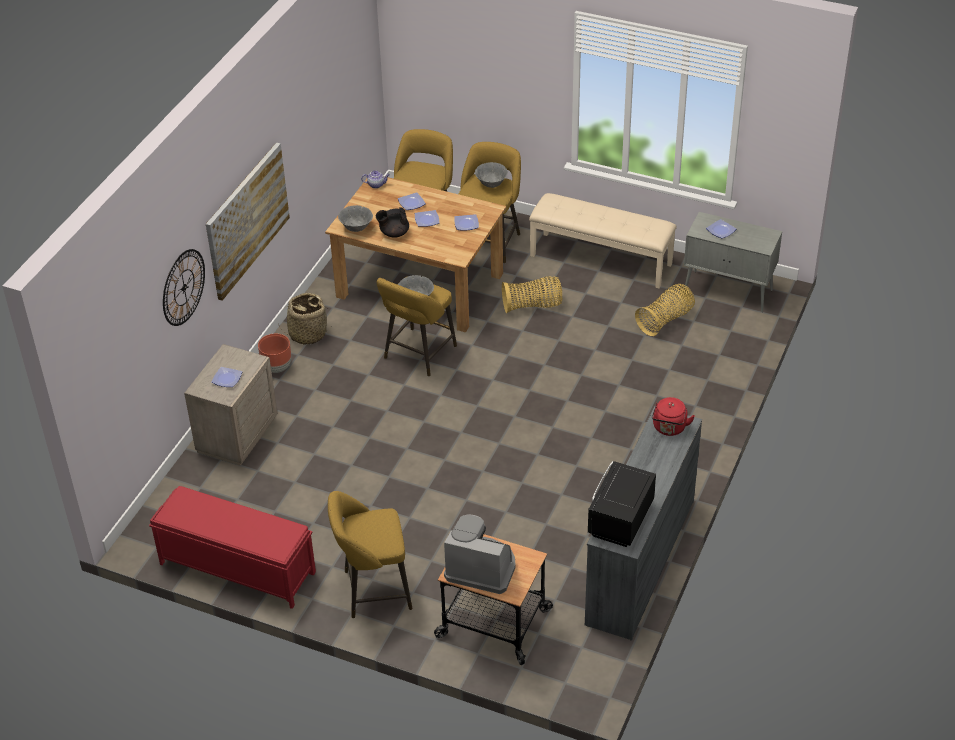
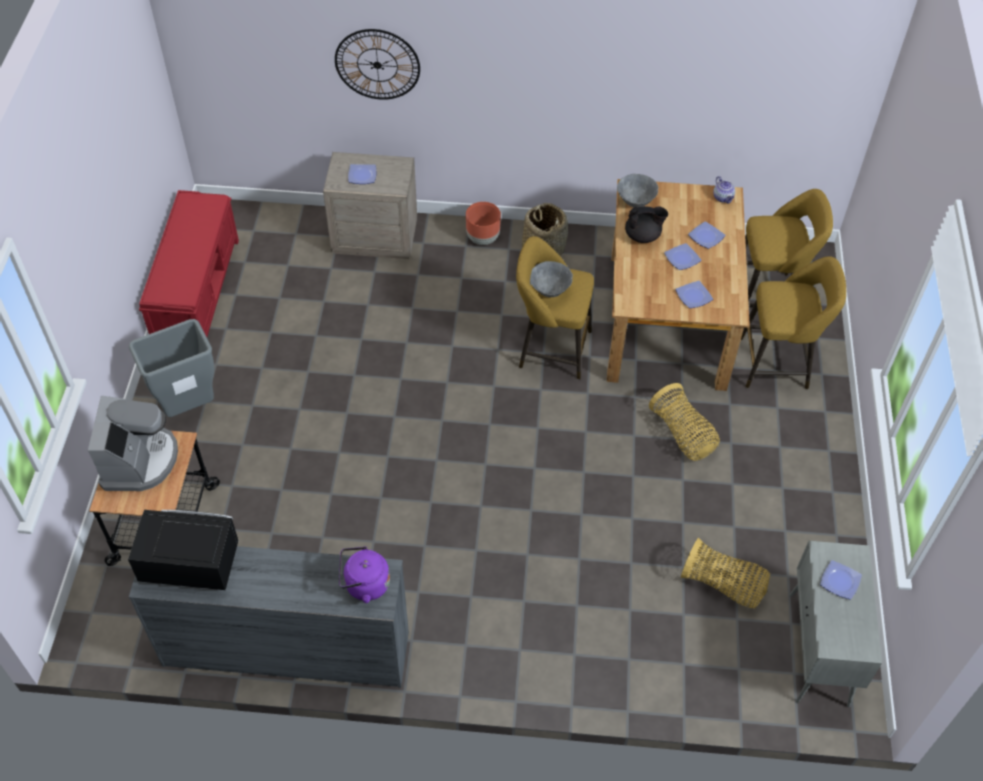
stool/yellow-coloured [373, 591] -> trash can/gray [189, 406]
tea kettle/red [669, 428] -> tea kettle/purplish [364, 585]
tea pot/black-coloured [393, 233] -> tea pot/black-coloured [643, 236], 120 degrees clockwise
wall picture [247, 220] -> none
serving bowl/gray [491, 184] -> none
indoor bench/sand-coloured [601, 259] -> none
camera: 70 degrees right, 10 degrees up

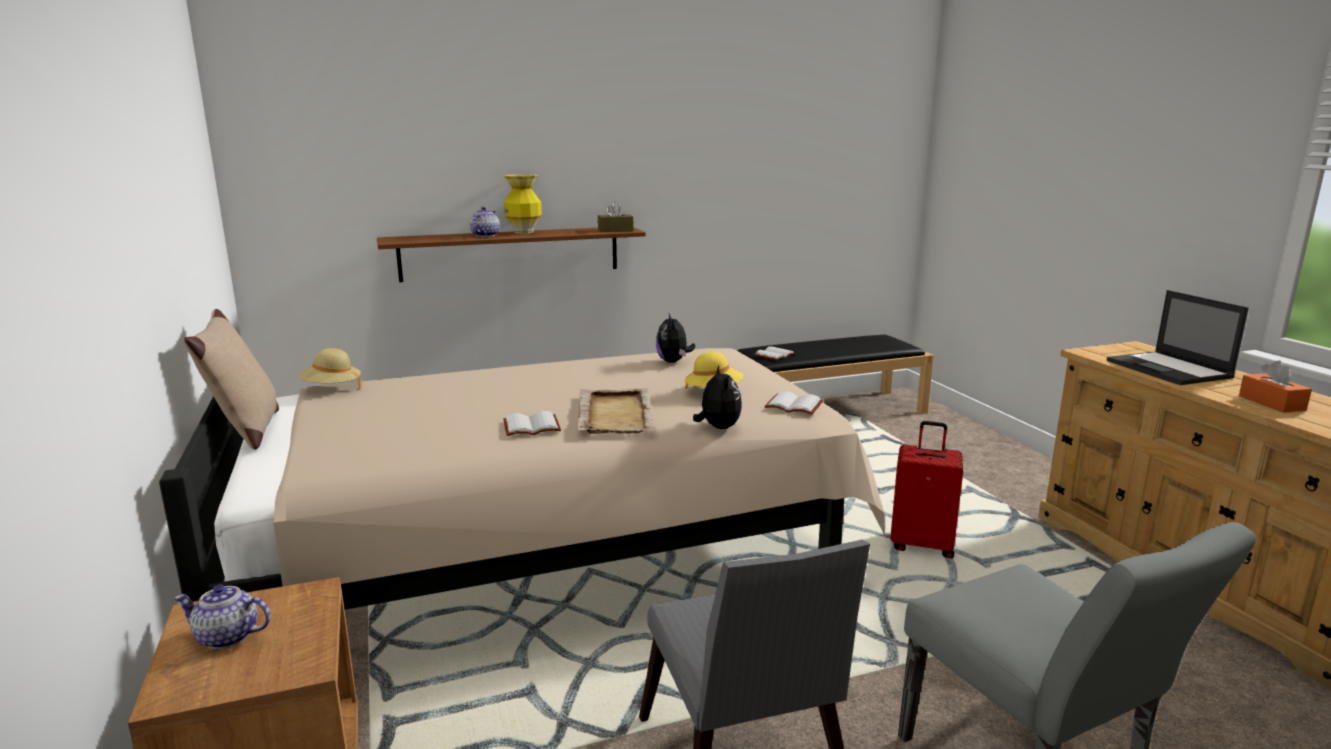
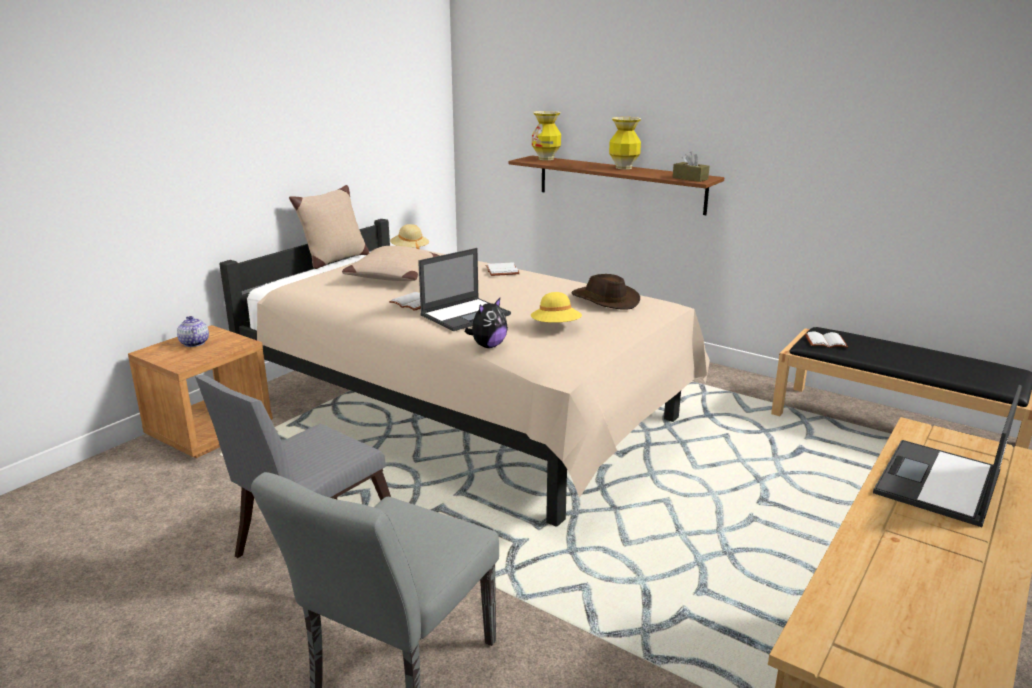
none -> throw pillow/sand-coloured [394, 275]
tray/sand-coloured [616, 414] -> laptop [466, 314]
book/white-coloured [795, 405] -> book/white-coloured [503, 271], shifted
none -> vase [546, 159]
cuddly toy [673, 361] -> wearable hat/brown [604, 300]
tea pot [484, 235] -> none
suitcase/red [922, 545] -> none
tissue box/orangey [1271, 403] -> none
camera: 55 degrees right, 5 degrees up

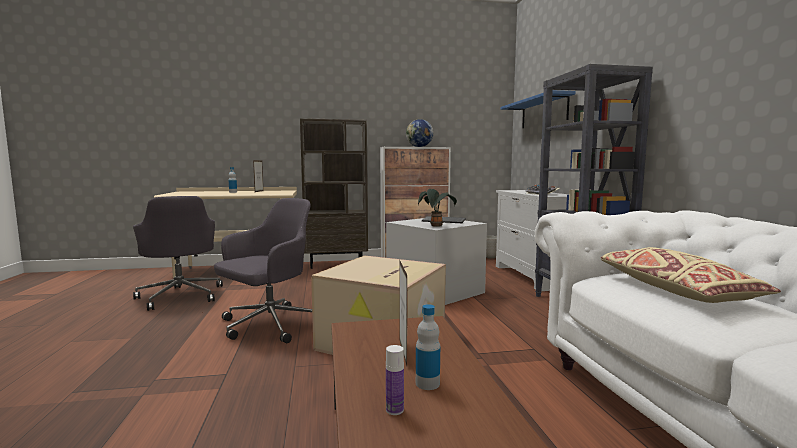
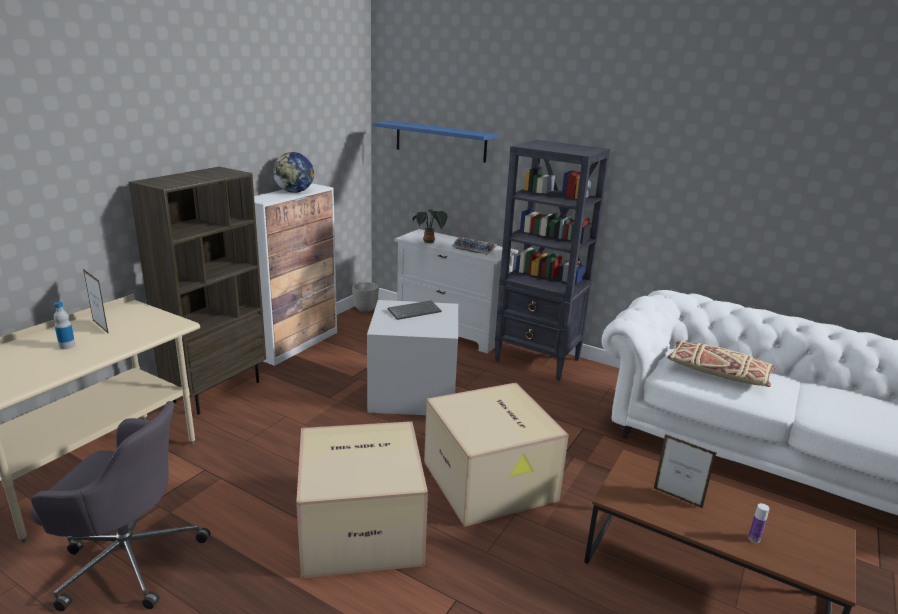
office chair/gray [269, 325] -> carton [362, 527]
potted plant [436, 226] -> potted plant [429, 242], shifted
bottle [427, 383] -> none
camera: 50 degrees left, 15 degrees up

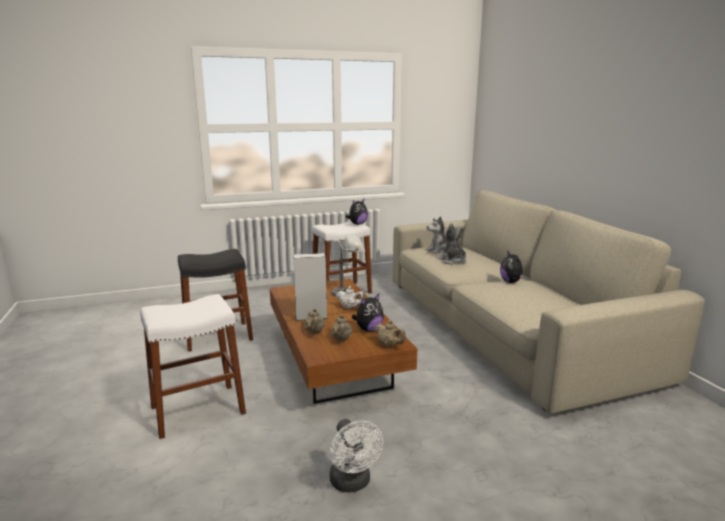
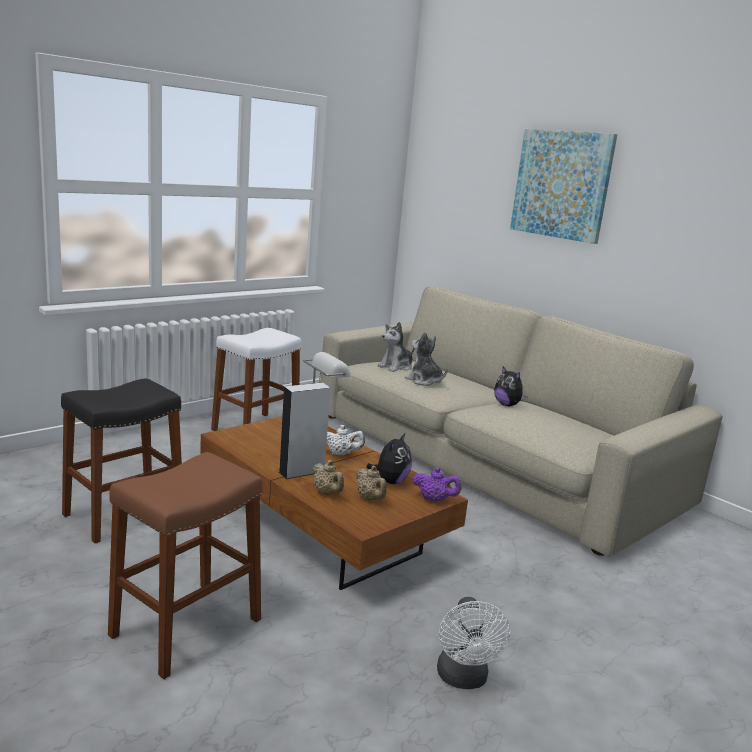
stool/white-coloured [198, 410] -> stool/brown [186, 627]
tea pot/sand-coloured [389, 345] -> tea pot/purplish [434, 499]
fan/white-coloured [352, 483] -> fan/white-coloured [463, 679], 45 degrees clockwise
none -> wall picture [562, 184]
cuddly toy [357, 224] -> none
camera: 25 degrees left, 0 degrees up

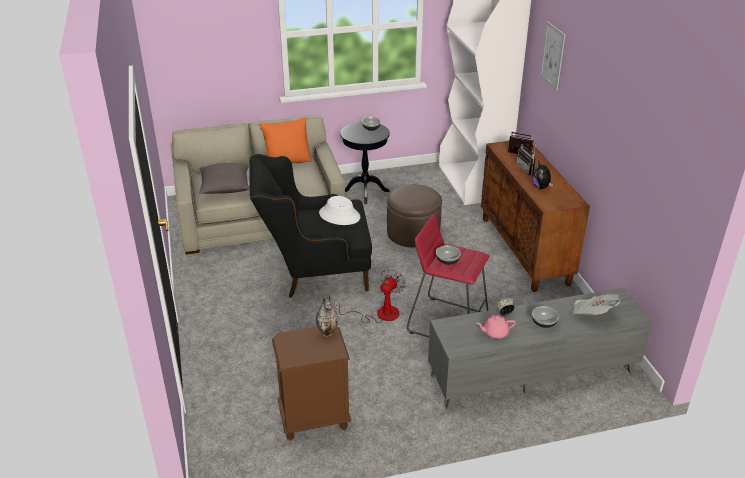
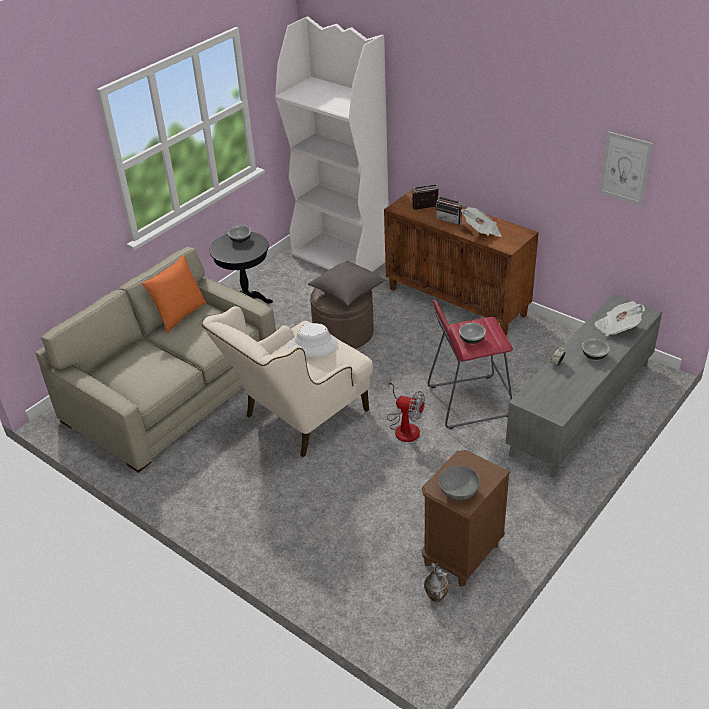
lounge chair/black-coloured [314, 272] -> lounge chair/sand-coloured [297, 420]
throw pillow/gray [225, 188] -> throw pillow/gray [347, 292], shifted
fan [379, 314] -> fan [404, 426], 120 degrees clockwise
vase [328, 332] -> vase [436, 596], shifted
none -> serving bowl/gray [458, 492]
cuddly toy [541, 187] -> printed paper [481, 232]
wall picture [552, 55] -> wall picture [625, 168], shifted
tea pot/pinkish [495, 333] -> none
camera: 35 degrees left, 5 degrees up

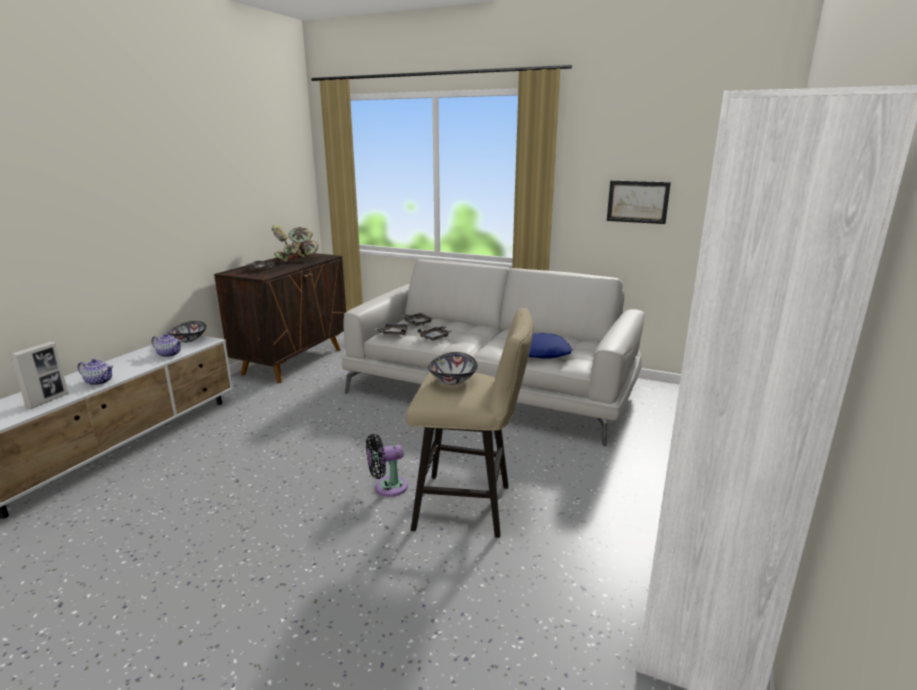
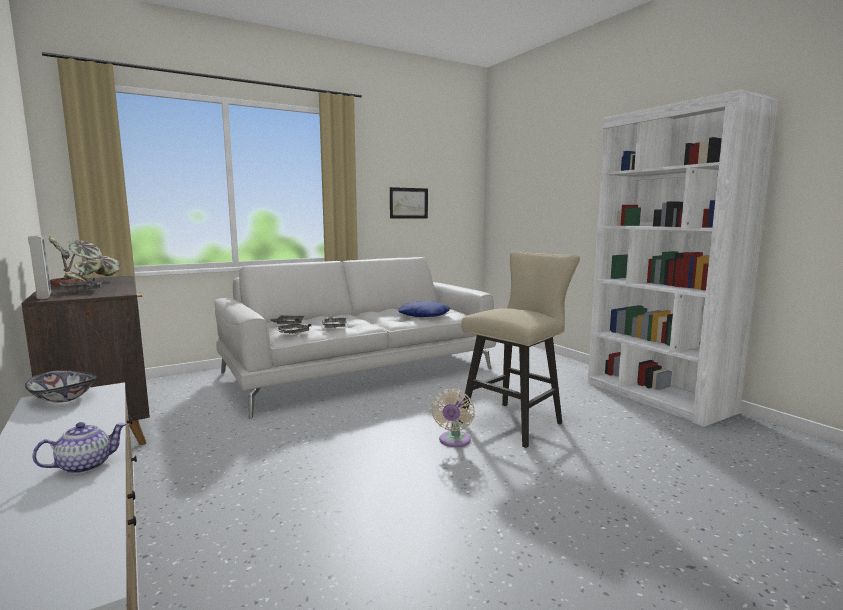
photo frame [48, 400] -> photo frame [44, 296], shifted
fan/black-coloured [387, 487] -> fan/sand-coloured [454, 441]
tea pot [169, 354] -> none
serving bowl [452, 380] -> none
camera: 55 degrees left, 10 degrees down

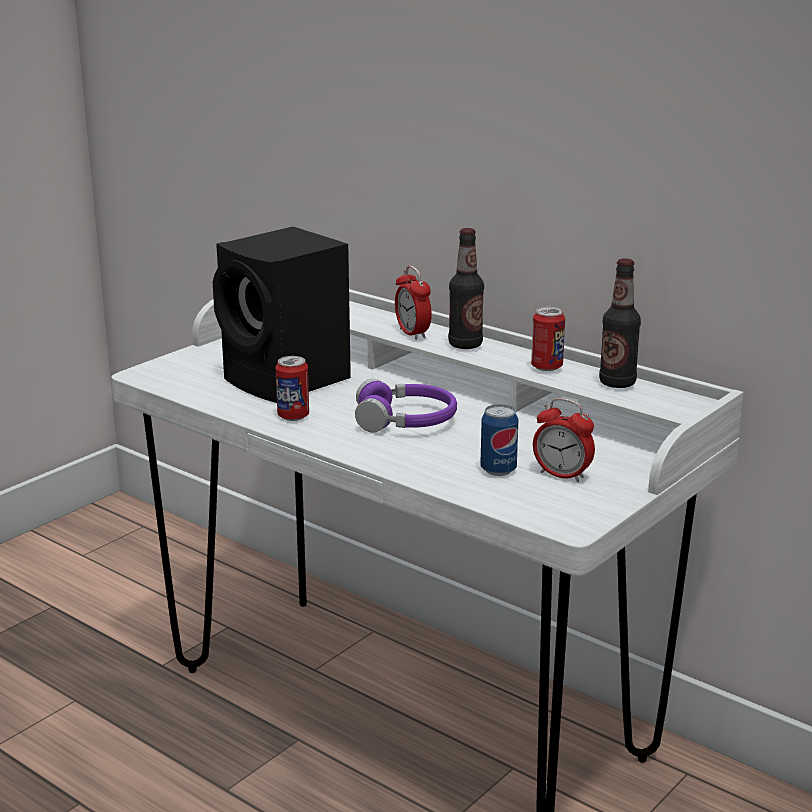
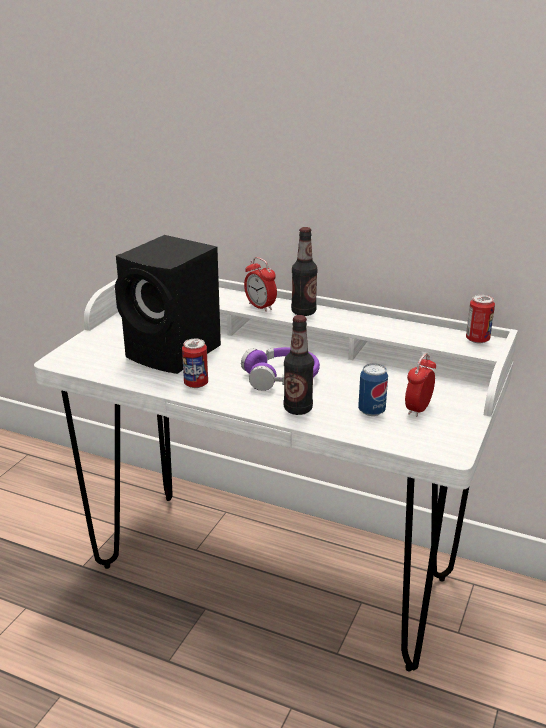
bottle [617, 383] -> bottle [298, 409], shifted
bedside clock [562, 475] -> bedside clock [418, 409], 105 degrees clockwise
can [546, 367] -> can [477, 339], shifted
camera: 15 degrees left, 5 degrees up

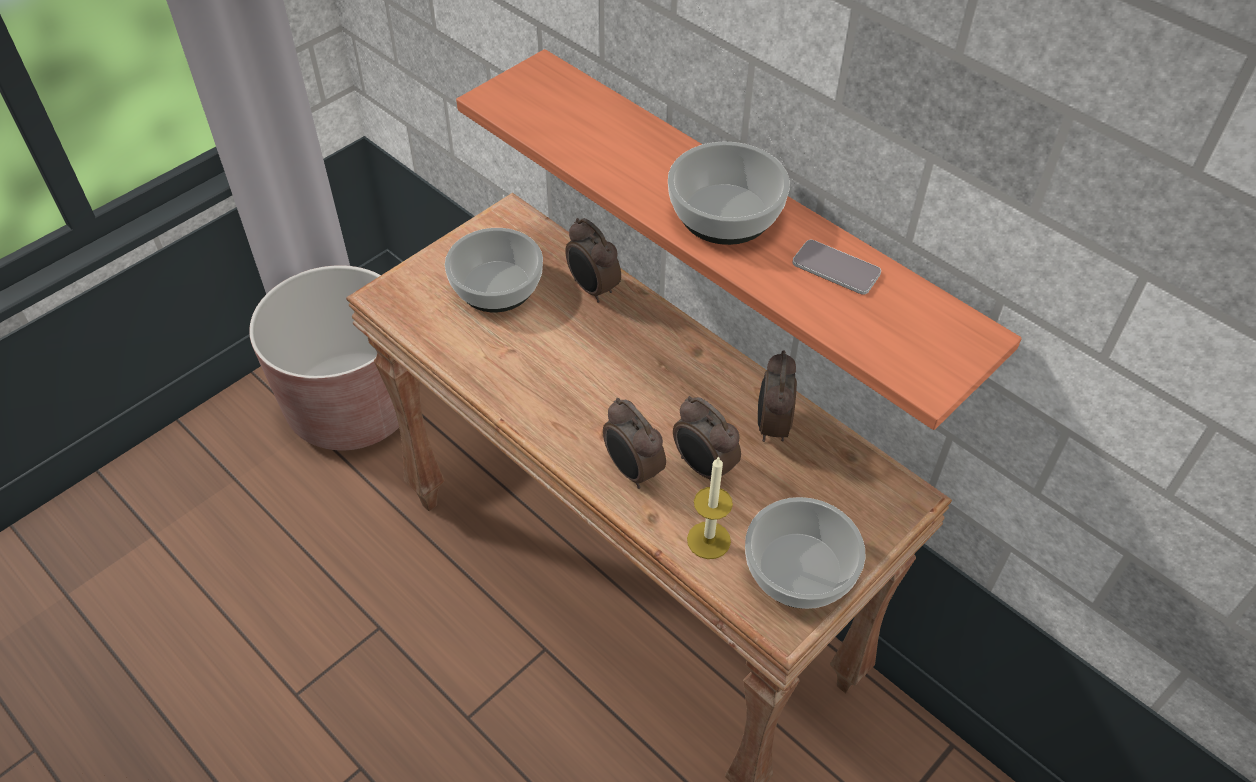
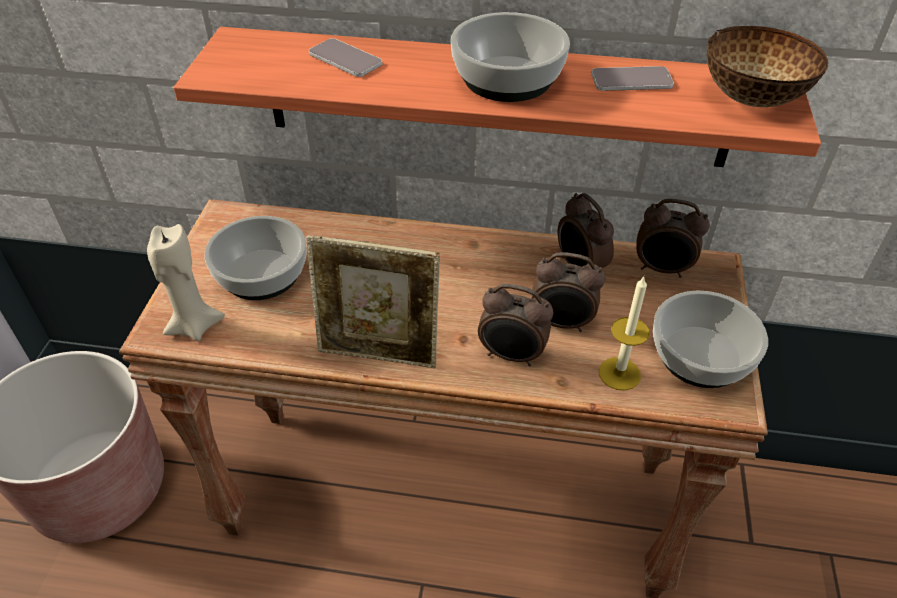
none -> wax light/sand-coloured [194, 326]
none -> photo frame [379, 354]
none -> phone [345, 59]
bedside clock [592, 289] -> bedside clock [662, 269], shifted
none -> serving bowl [754, 99]
camera: 35 degrees left, 5 degrees down

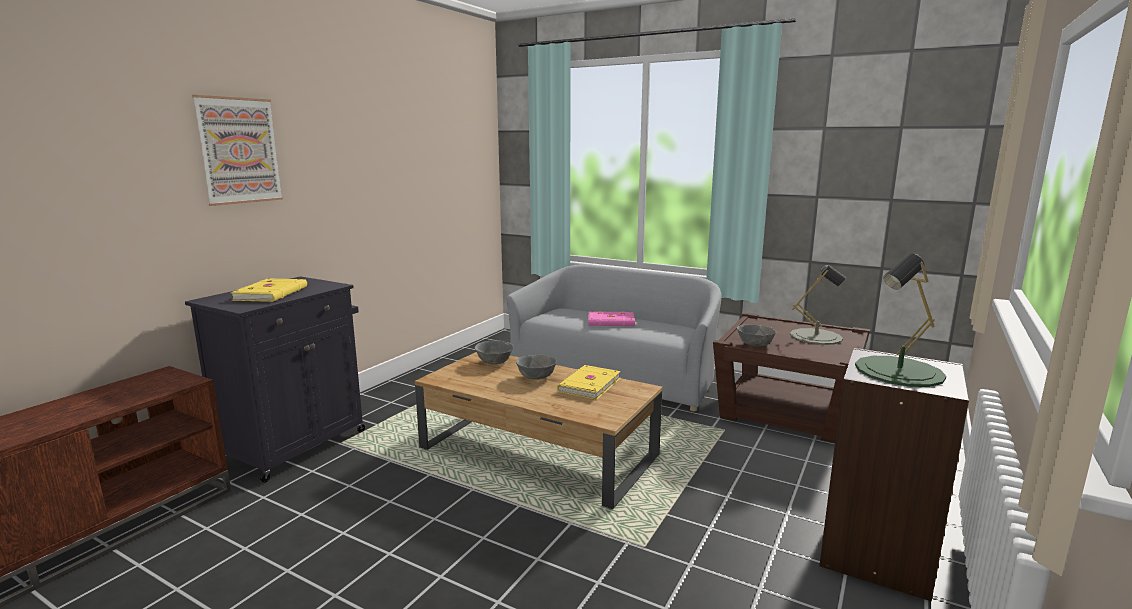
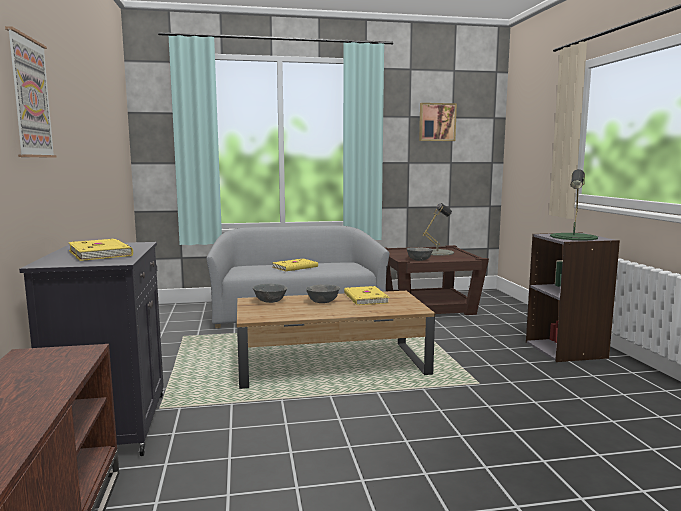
book/pinkish [611, 322] -> book/yellow-coloured [295, 267]
none -> wall picture [437, 122]
camera: 40 degrees left, 5 degrees down

